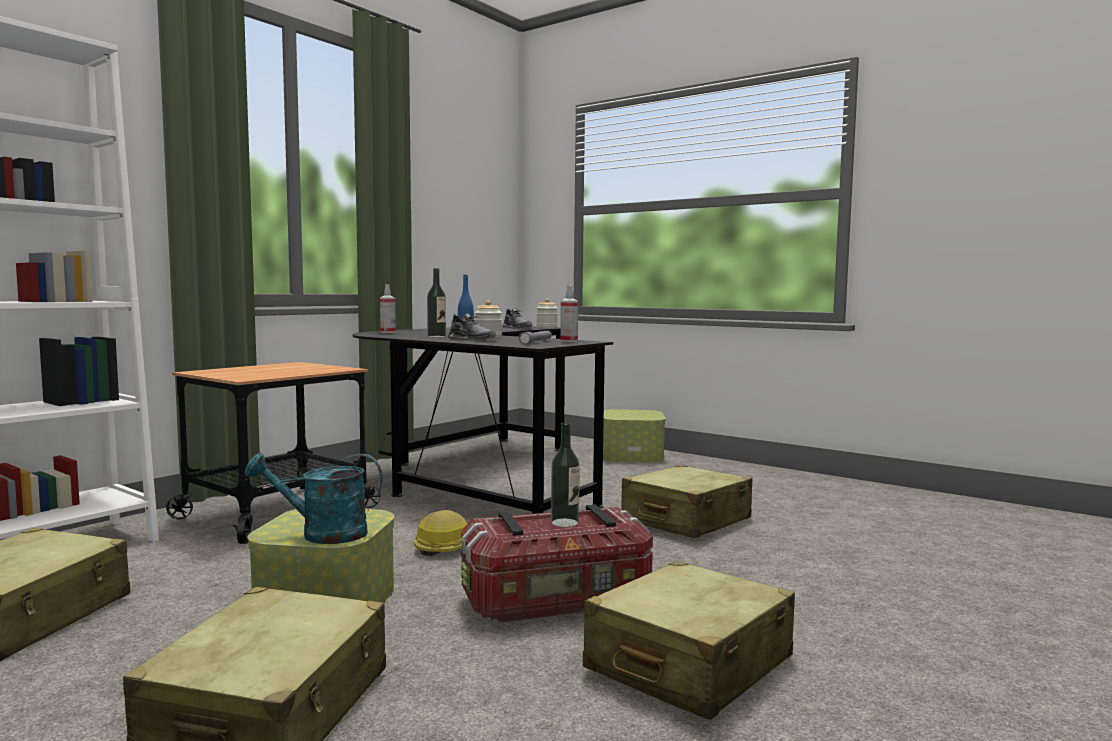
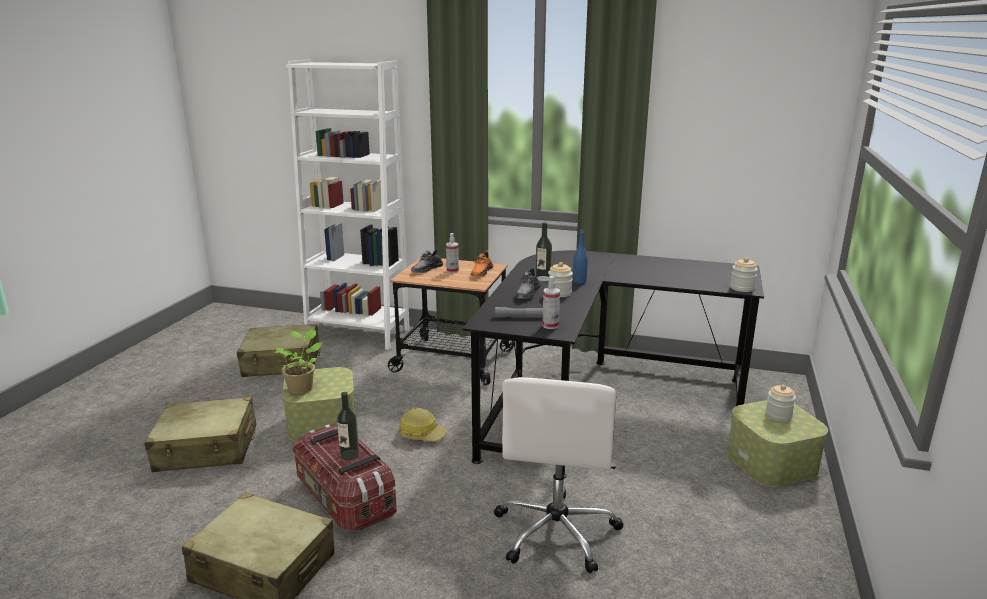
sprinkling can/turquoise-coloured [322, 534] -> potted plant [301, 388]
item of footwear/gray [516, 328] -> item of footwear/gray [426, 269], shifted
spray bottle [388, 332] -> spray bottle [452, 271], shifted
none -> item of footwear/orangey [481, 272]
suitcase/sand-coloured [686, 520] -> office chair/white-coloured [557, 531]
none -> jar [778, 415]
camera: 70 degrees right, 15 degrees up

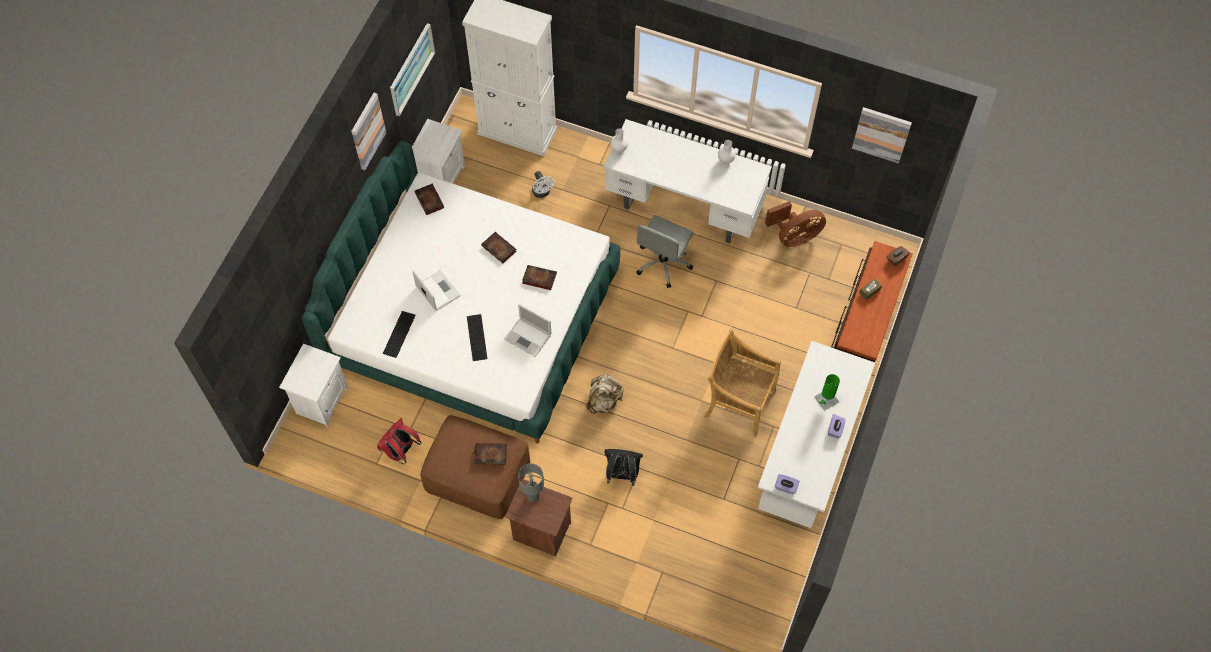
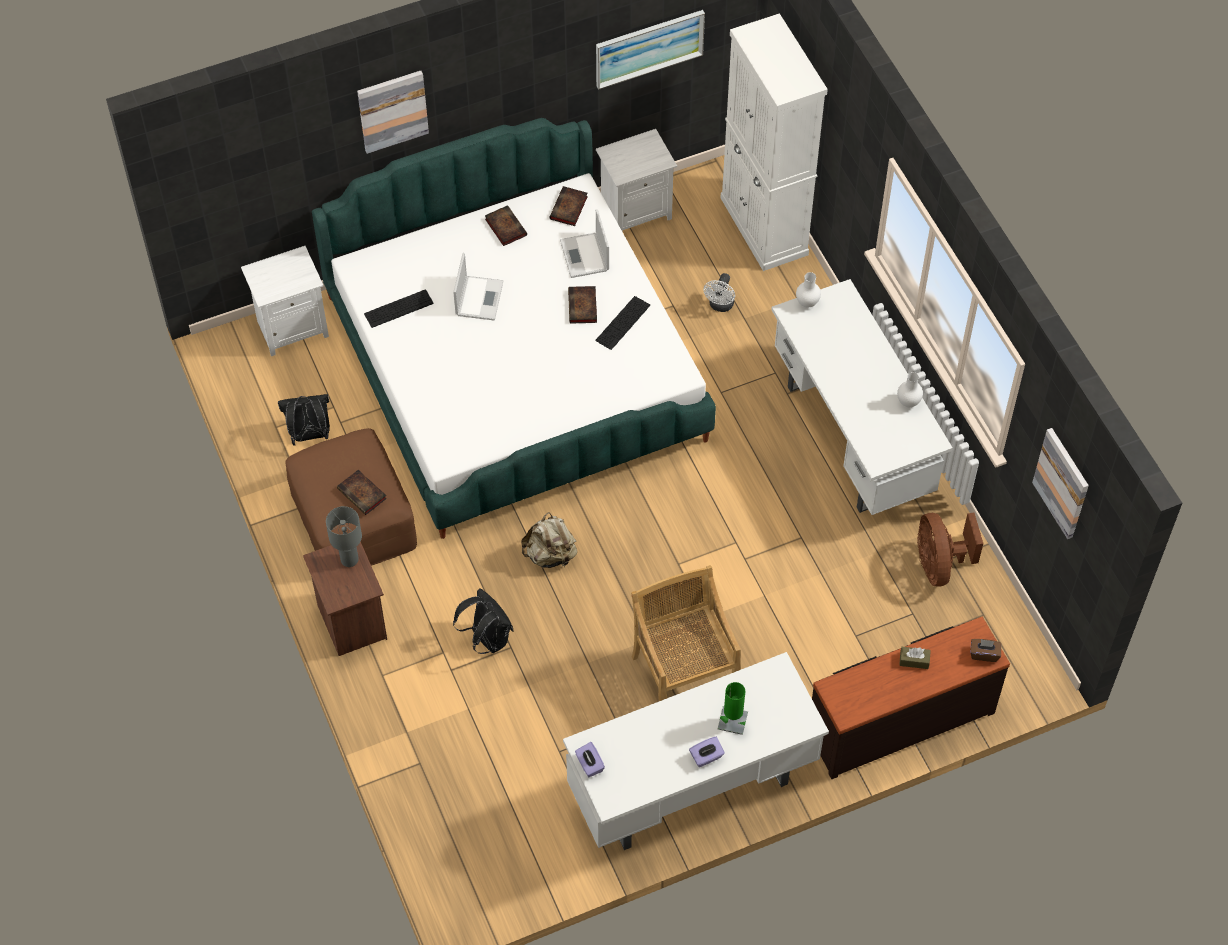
knapsack/red [401, 451] -> knapsack/black-coloured [309, 435]
wall picture [367, 131] -> wall picture [392, 110], shifted
book [538, 278] -> book [504, 227], shifted
laptop [528, 337] -> laptop [585, 256], shifted
PC keyboard [477, 337] -> PC keyboard [623, 323], shifted
fan/brown [794, 237] -> fan/brown [939, 564], 60 degrees clockwise
office chair/gray [663, 263] -> none
camera: 45 degrees right, 5 degrees down

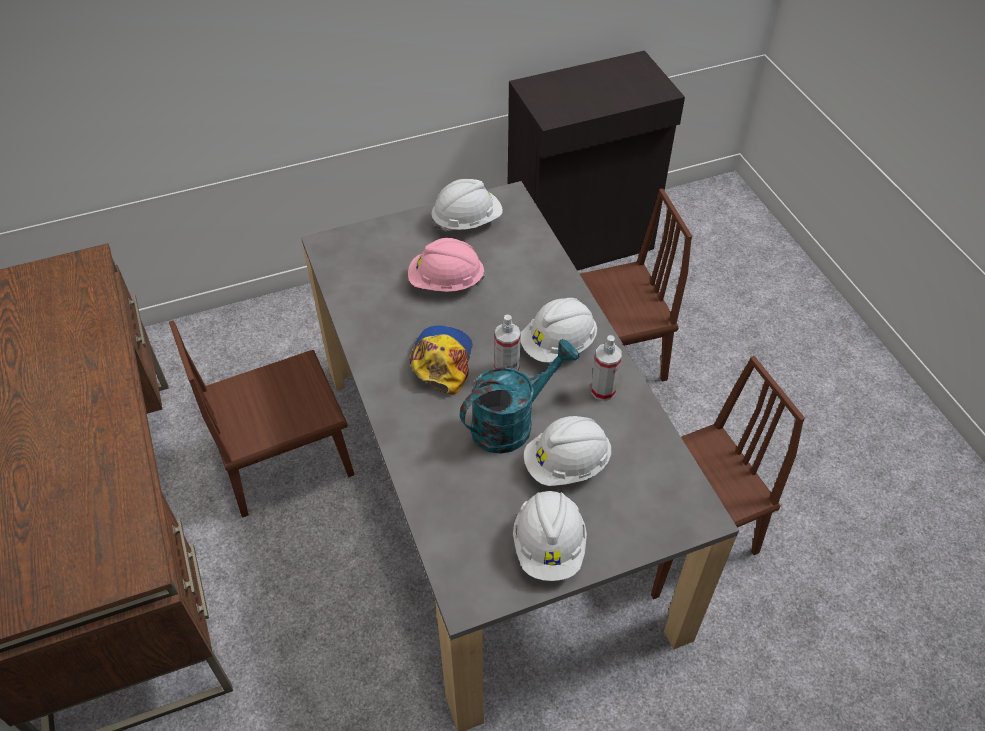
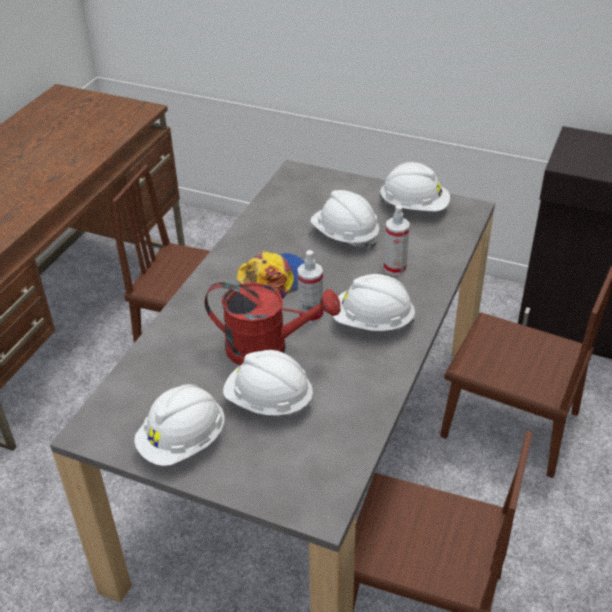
sprinkling can/turquoise-coloured [511, 422] -> sprinkling can/red [268, 348]
safety helmet/pinkish [446, 282] -> safety helmet/white-coloured [345, 236]
spray bottle [603, 390] -> spray bottle [395, 267], shifted
camera: 45 degrees right, 10 degrees down

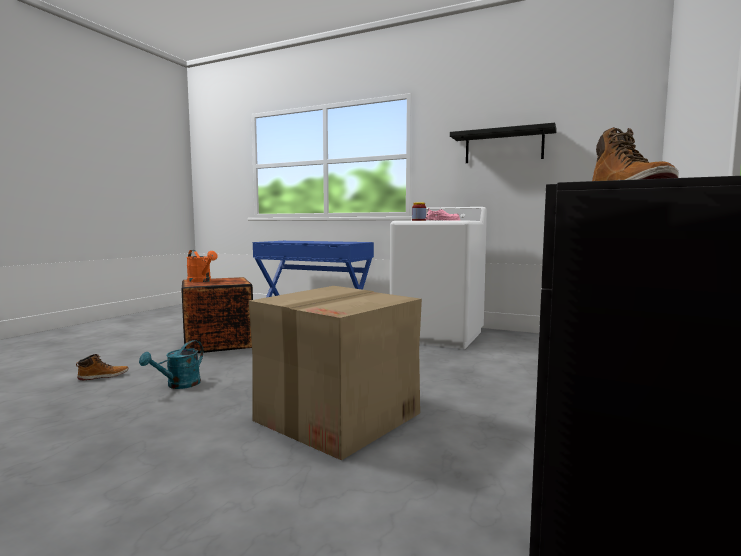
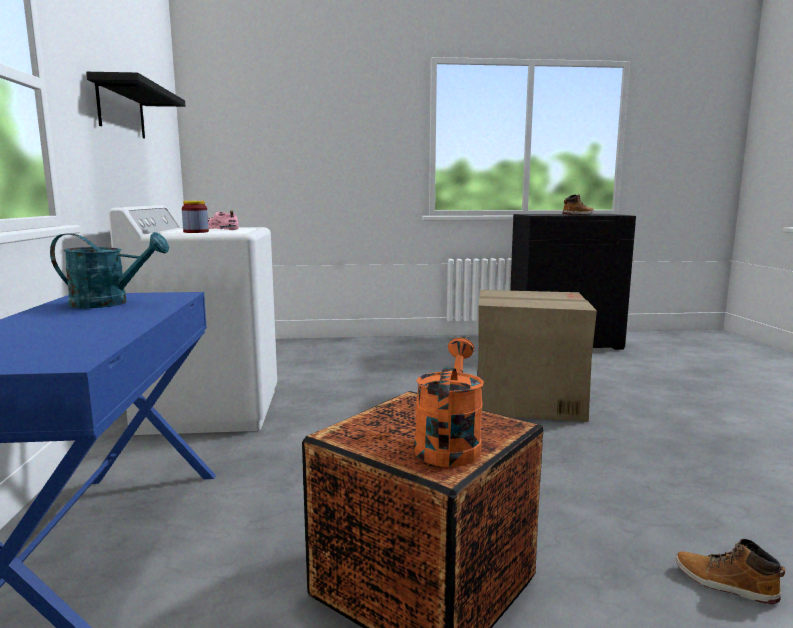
sprinkling can/turquoise-coloured [178, 385] -> sprinkling can/turquoise-coloured [109, 303], shifted
camera: 120 degrees left, 5 degrees up

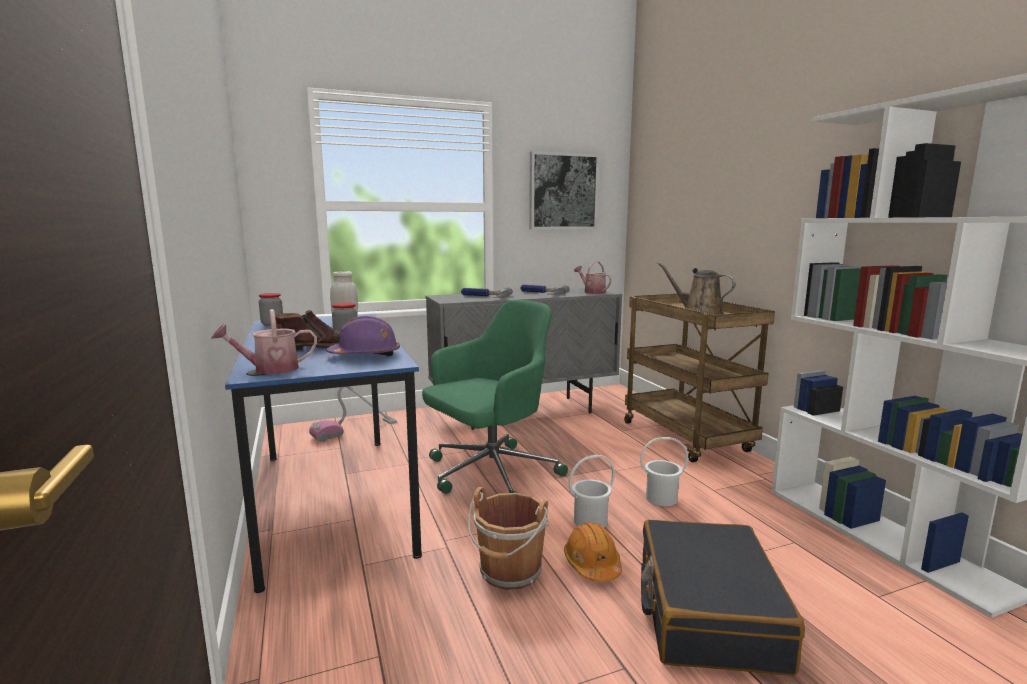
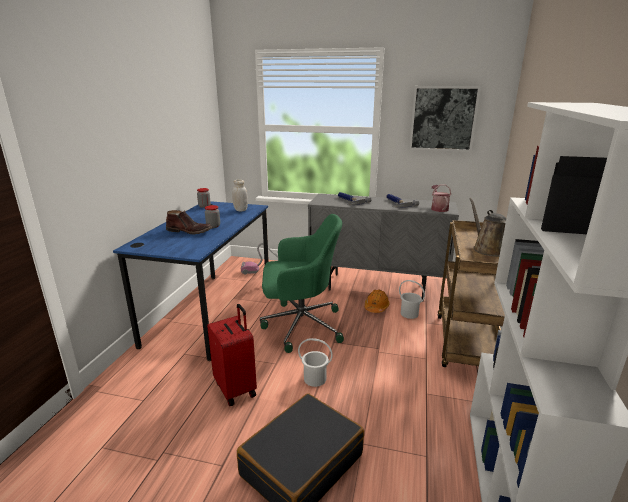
bucket/brown [509, 572] -> suitcase/red [236, 388]
safety helmet/orangey [592, 564] -> safety helmet/orangey [376, 307], shifted
bucket/white-coloured [661, 498] -> bucket/white-coloured [409, 313], shifted
sprinkling can [269, 369] -> none
safety helmet/purplish [365, 355] -> none
camera: 35 degrees right, 10 degrees up

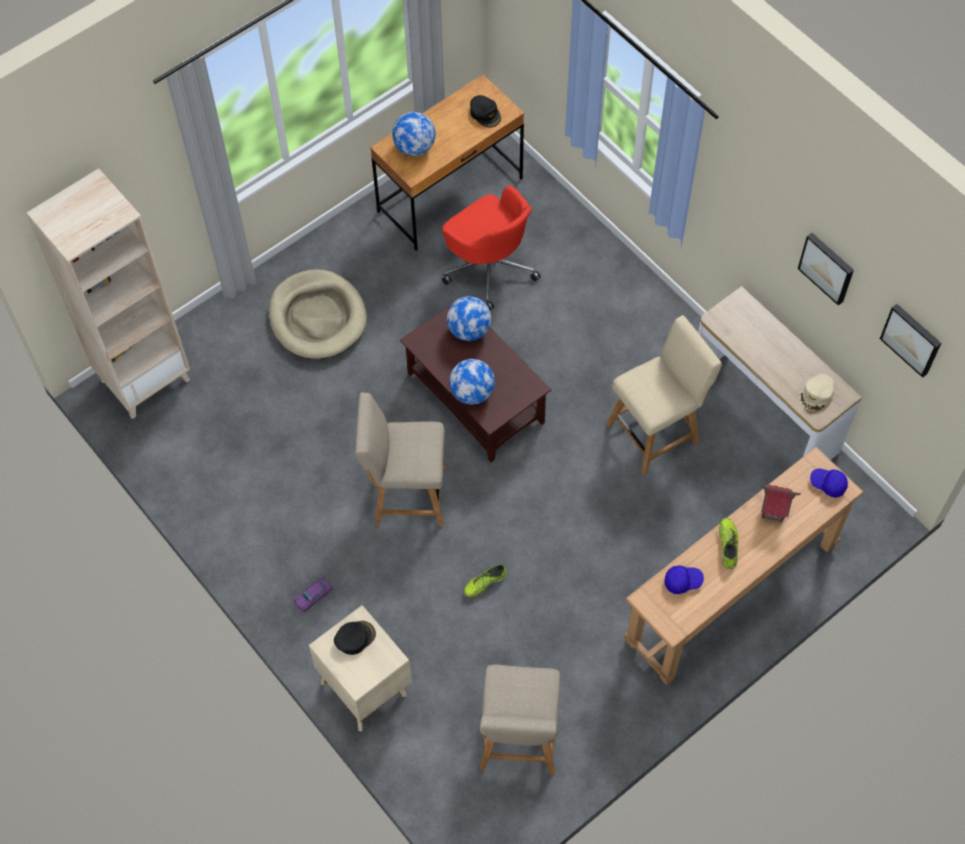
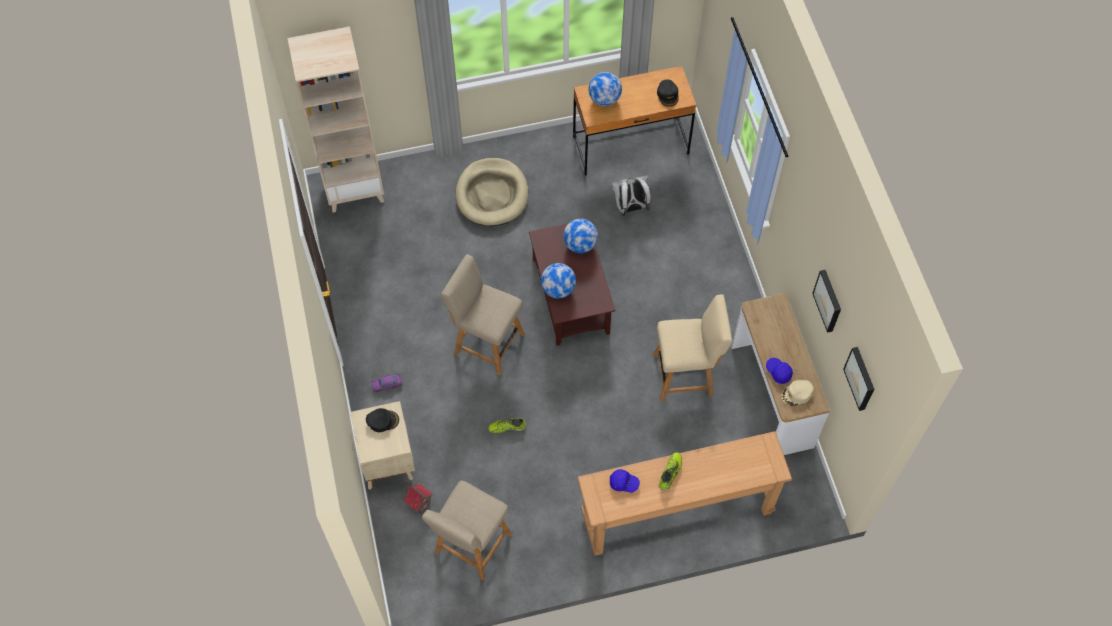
miniature house [773, 511] -> miniature house [419, 503], shifted
office chair/red [489, 267] -> knapsack/white-coloured [630, 208]
baseball cap/blue-coloured [828, 484] -> baseball cap/blue-coloured [778, 372], shifted
camera: 25 degrees right, 0 degrees up

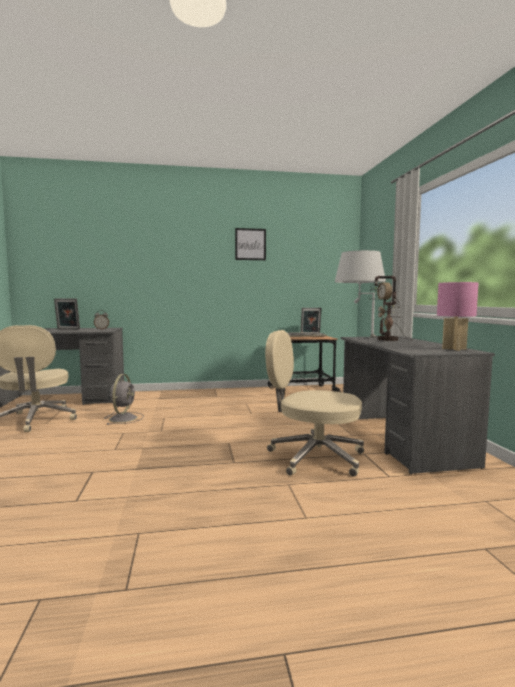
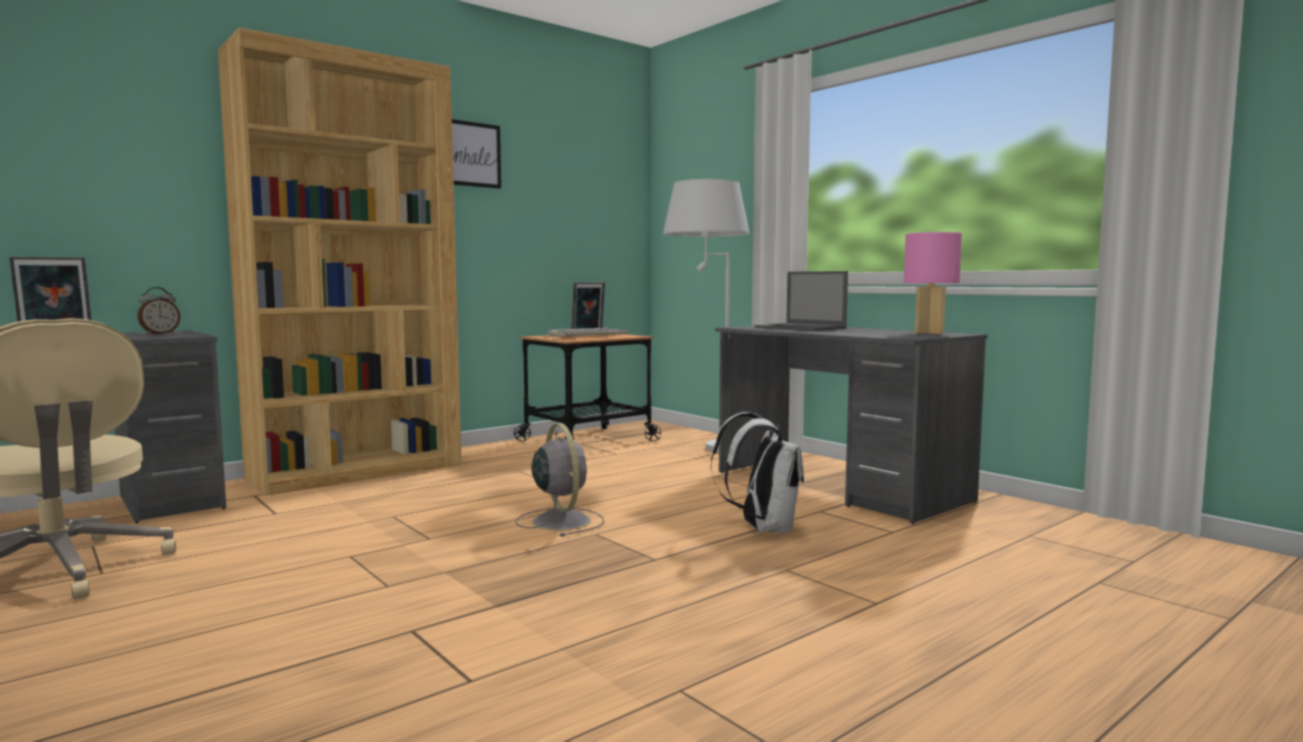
none -> bookshelf/brown [357, 471]
fan/gray [123, 418] -> fan/gray [560, 521], shifted
office chair/sand-coloured [314, 457] -> knapsack/white-coloured [762, 528]
lamp for a table [387, 340] -> laptop [801, 328]
camera: 30 degrees left, 0 degrees up

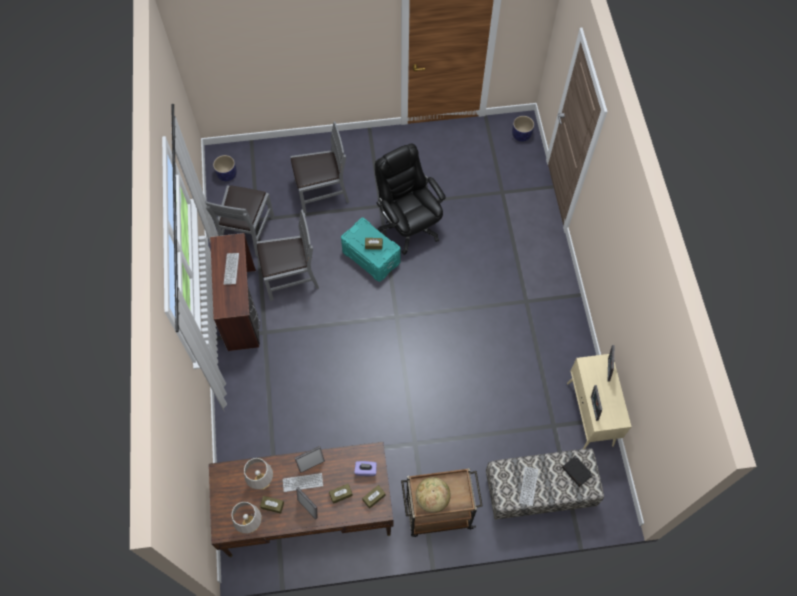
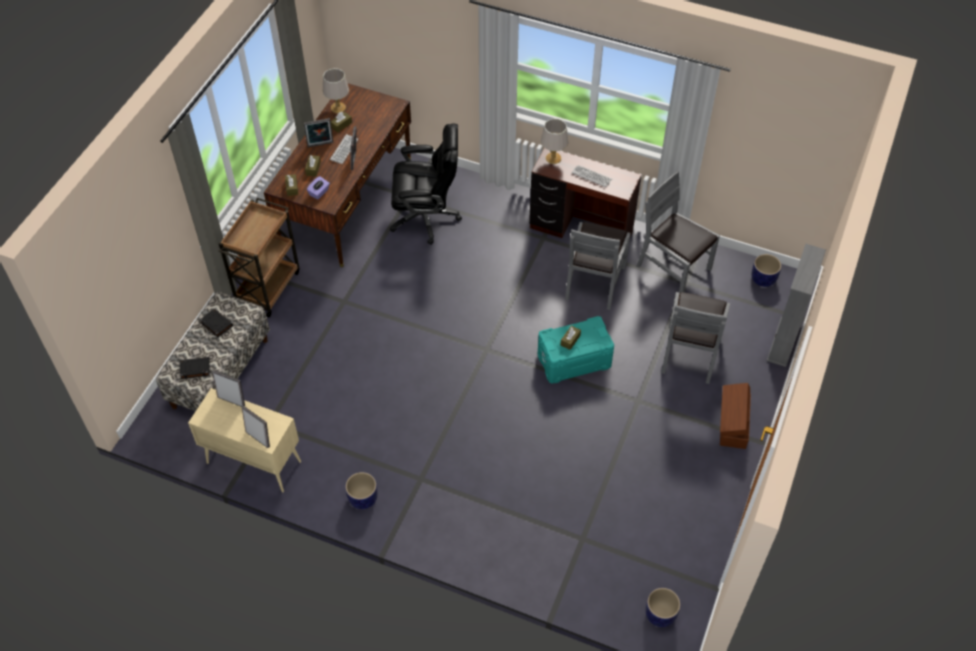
PC keyboard [528, 486] -> book/black-coloured [216, 324]
none -> plant pot [362, 499]
office chair/black-coloured [409, 225] -> office chair/black-coloured [426, 217], shifted
lamp for a table/gray [262, 481] -> lamp for a table/gray [553, 158], shifted
none -> storage container/brown [732, 424]
none -> bookshelf/gray [783, 342]
world globe [432, 498] -> none
camera: 120 degrees right, 10 degrees down

